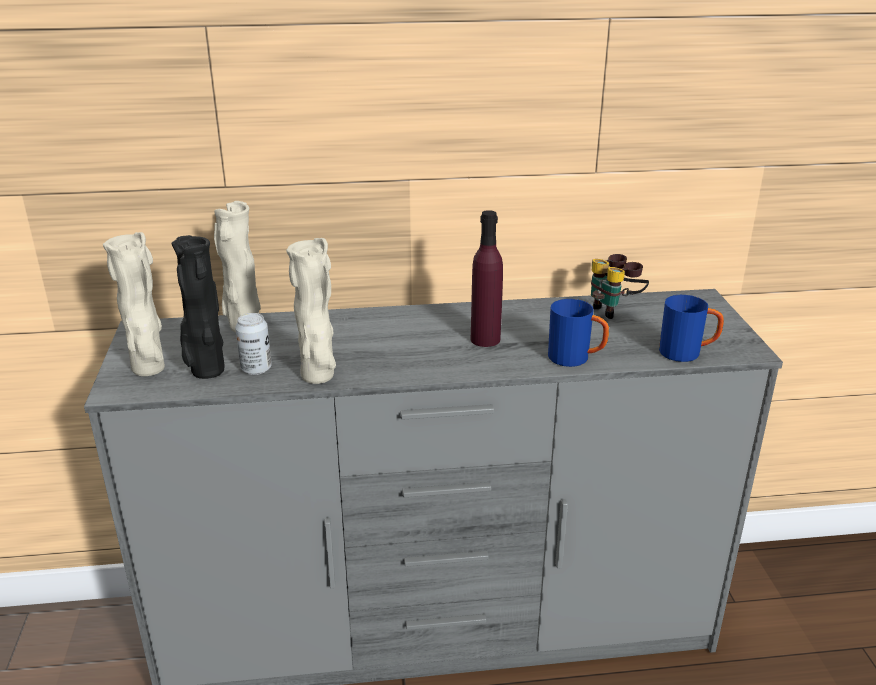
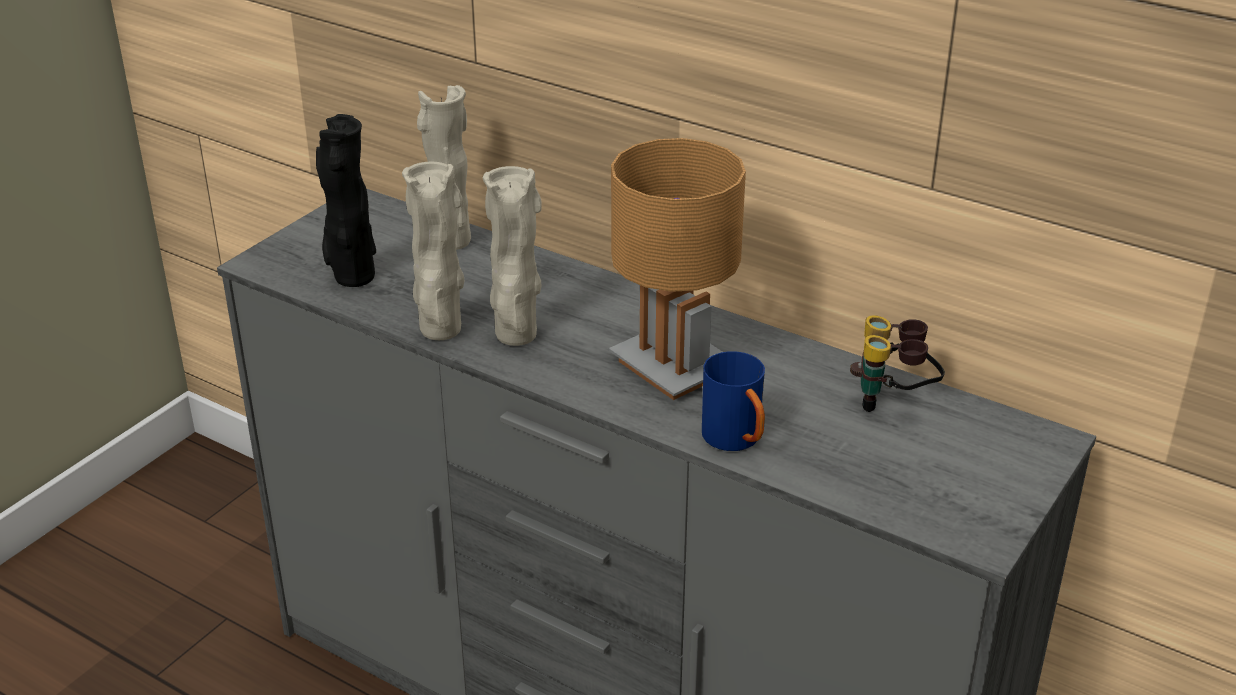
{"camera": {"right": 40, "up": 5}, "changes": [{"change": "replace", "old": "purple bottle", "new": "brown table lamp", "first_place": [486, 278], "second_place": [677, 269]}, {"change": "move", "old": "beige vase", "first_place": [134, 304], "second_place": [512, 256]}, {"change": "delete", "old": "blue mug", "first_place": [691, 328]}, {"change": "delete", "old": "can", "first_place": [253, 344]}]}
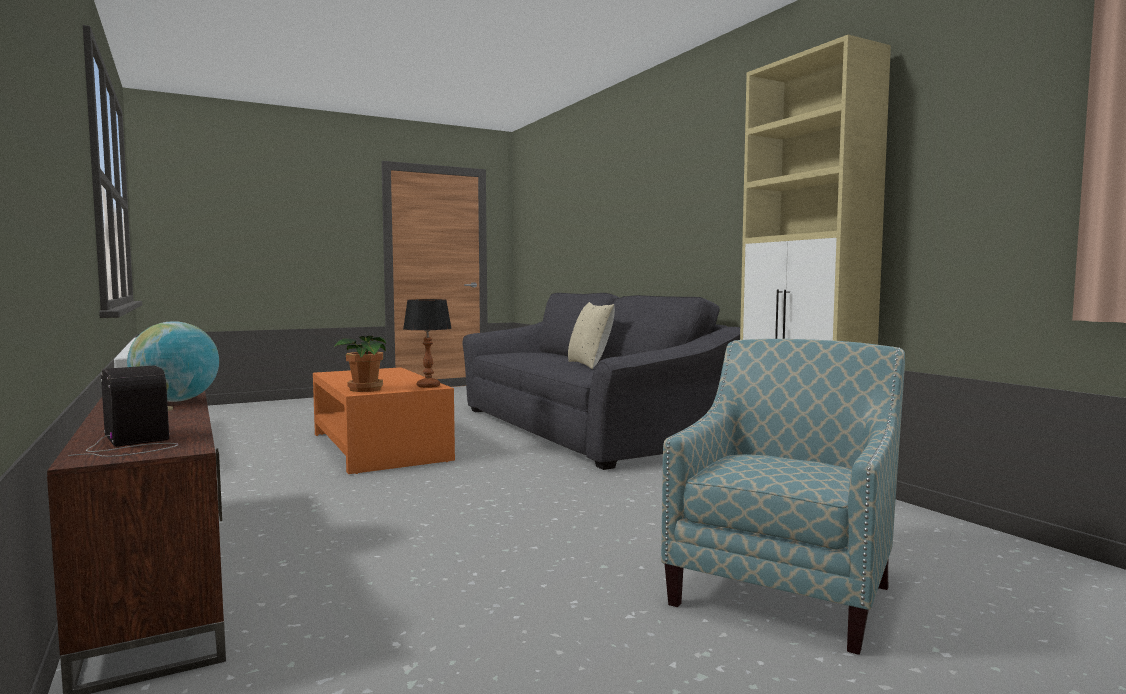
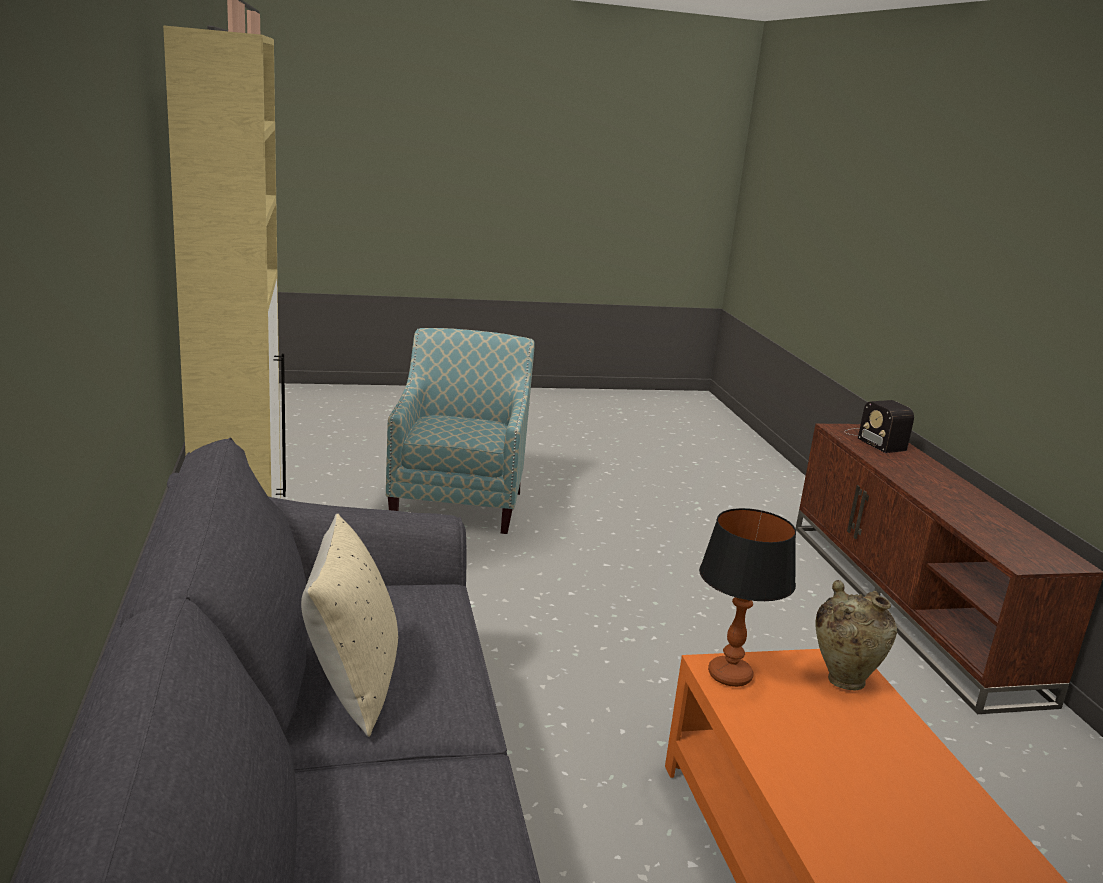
{"camera": {"right": -165, "up": 15}, "changes": [{"change": "delete", "old": "globe", "first_place": [173, 361]}, {"change": "replace", "old": "potted plant", "new": "beige vase", "first_place": [360, 364], "second_place": [856, 635]}, {"change": "rotate", "old": "armchair", "first_place": [783, 497], "second_place": [460, 431], "degrees": 135}]}
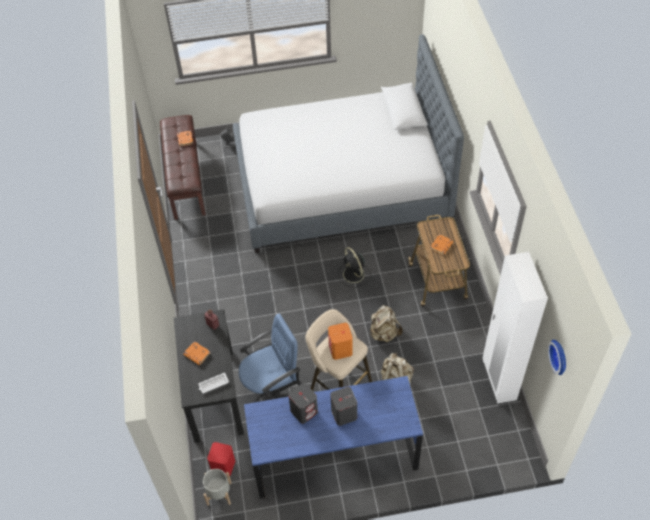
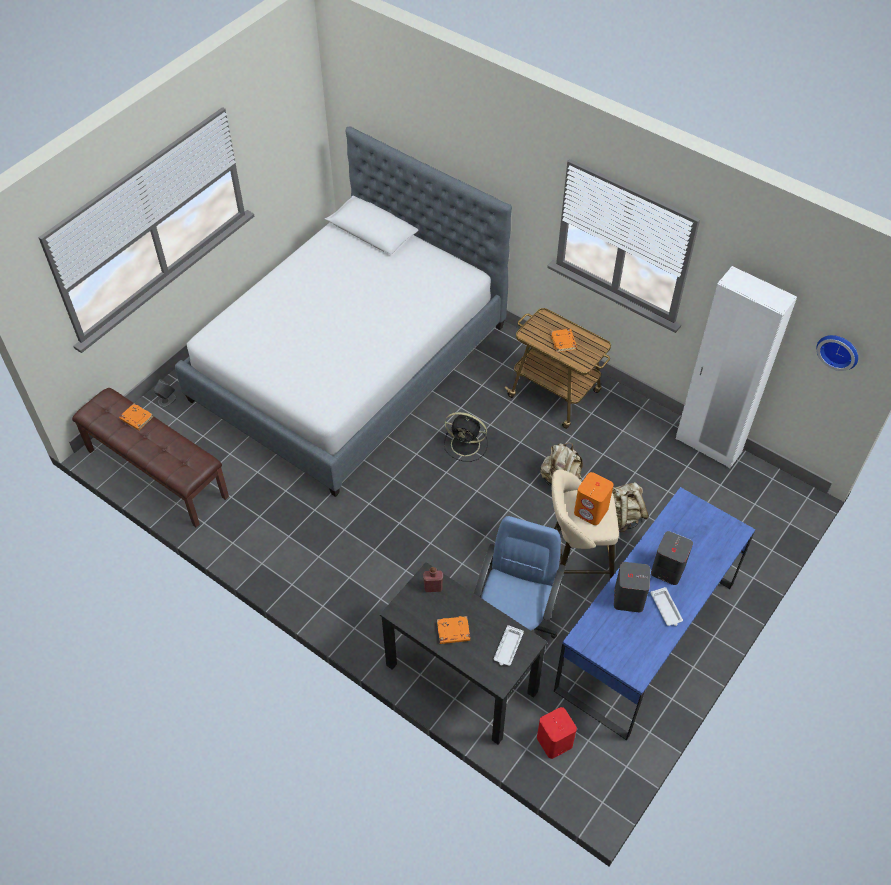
{"camera": {"right": -45, "up": 0}, "changes": [{"change": "delete", "old": "grey planter", "first_place": [217, 487]}, {"change": "insert", "new": "white tray", "second_place": [667, 606]}]}
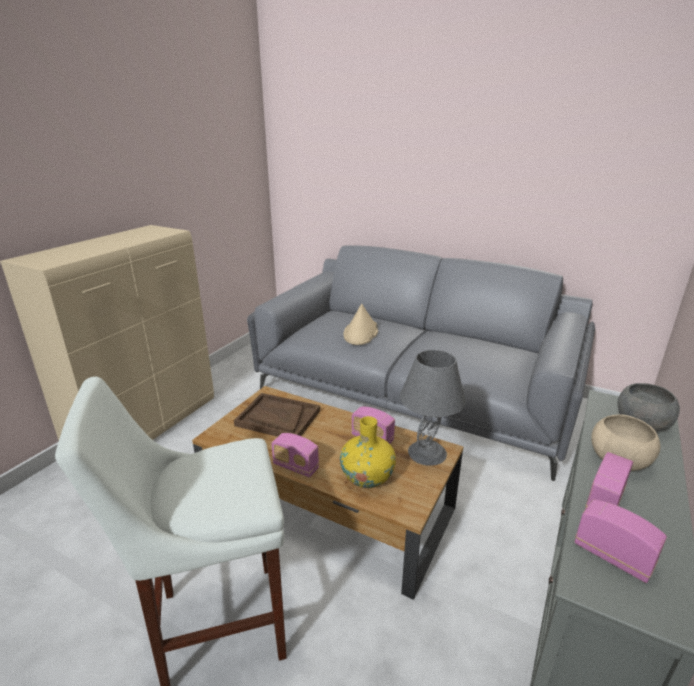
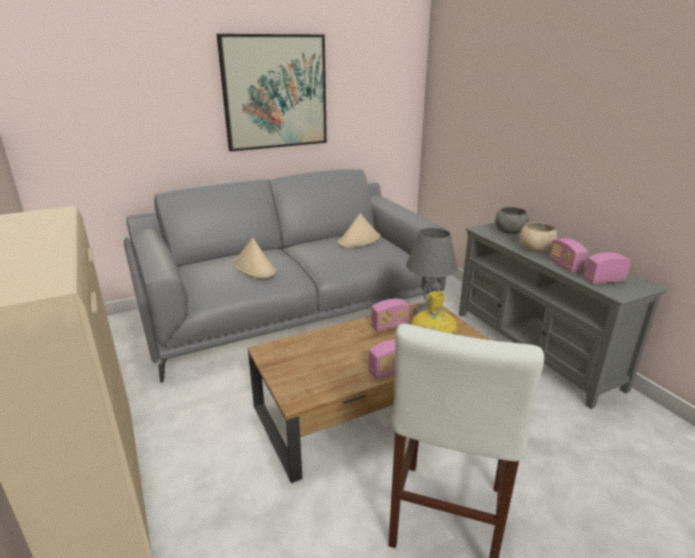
{"camera": {"right": -55, "up": 0}, "changes": [{"change": "delete", "old": "brown tray", "first_place": [277, 415]}, {"change": "insert", "new": "picture", "second_place": [272, 93]}, {"change": "insert", "new": "beige hat", "second_place": [359, 230]}]}
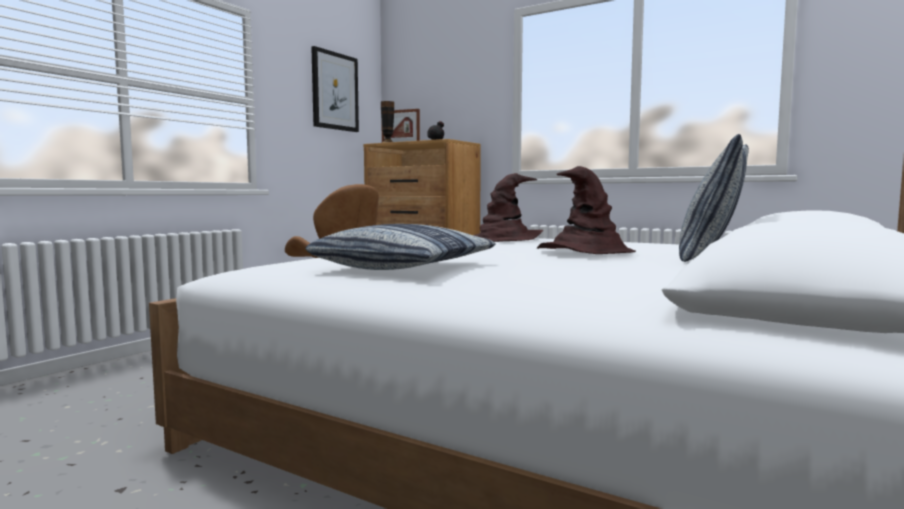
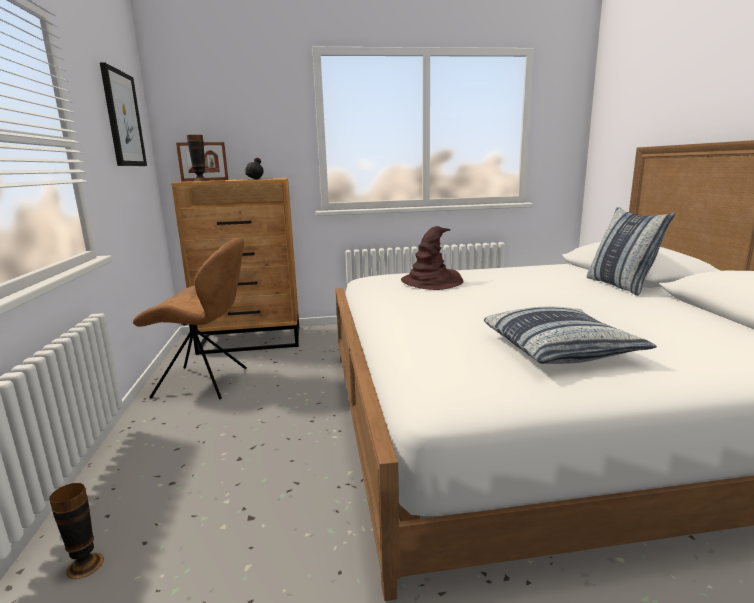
{"camera": {"right": -40, "up": 10}, "changes": [{"change": "delete", "old": "brown hat", "first_place": [586, 210]}, {"change": "insert", "new": "vase", "second_place": [76, 531]}]}
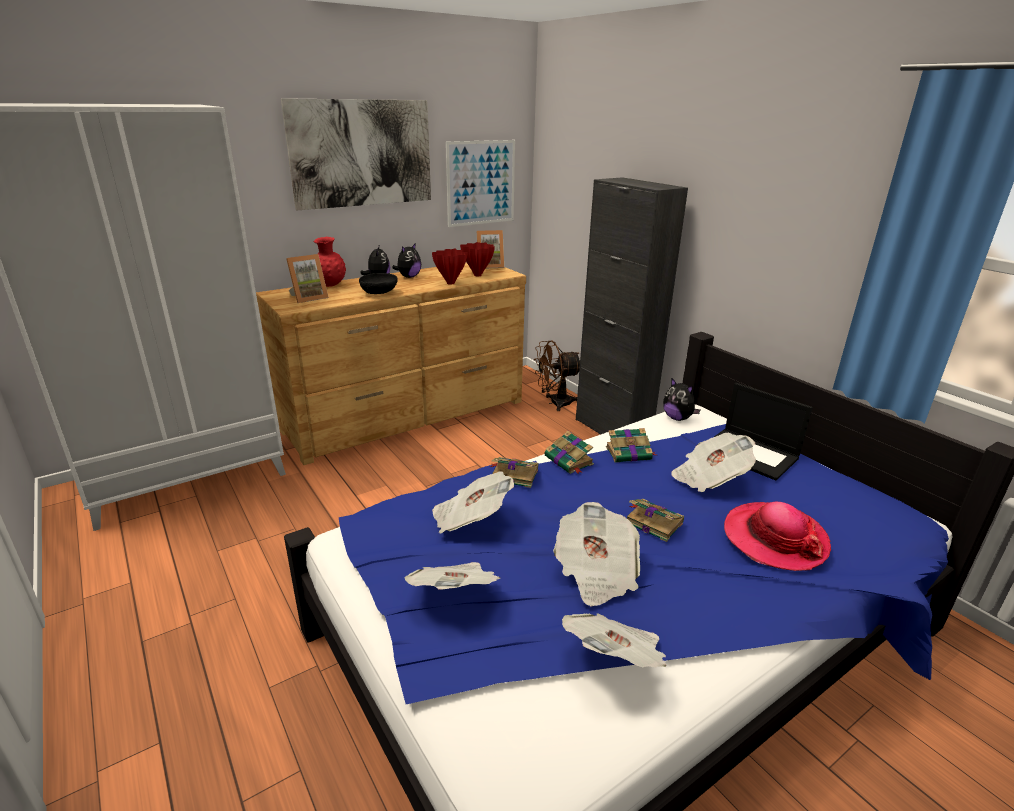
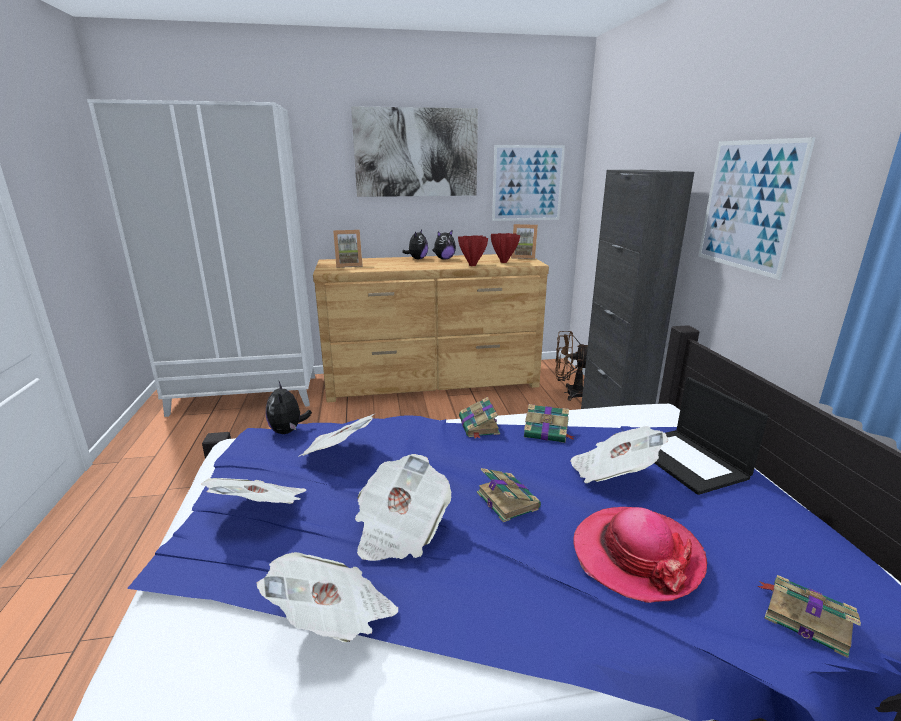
{"camera": {"right": 25, "up": -5}, "changes": [{"change": "delete", "old": "red vase", "first_place": [329, 262]}, {"change": "delete", "old": "black bowl", "first_place": [378, 283]}, {"change": "move", "old": "plush toy", "first_place": [681, 400], "second_place": [289, 408]}, {"change": "move", "old": "book", "first_place": [513, 472], "second_place": [809, 616]}, {"change": "insert", "new": "picture", "second_place": [757, 208]}]}
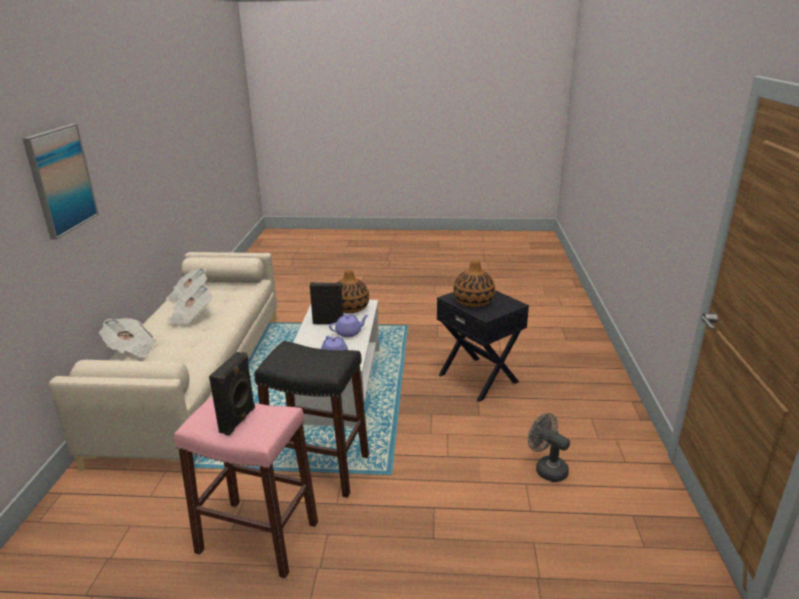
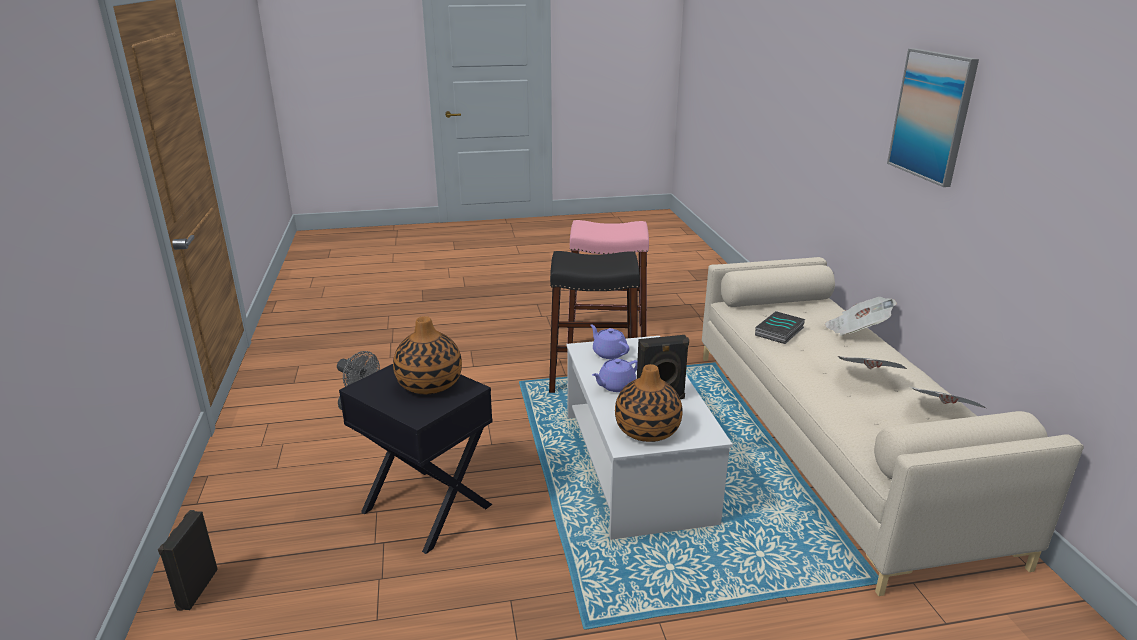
{"camera": {"right": 165, "up": 0}, "changes": [{"change": "move", "old": "black speaker", "first_place": [232, 394], "second_place": [188, 560]}, {"change": "insert", "new": "book", "second_place": [780, 327]}]}
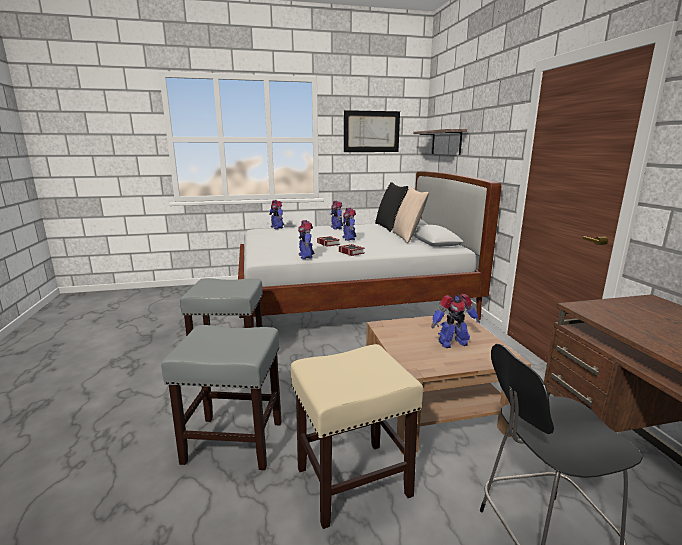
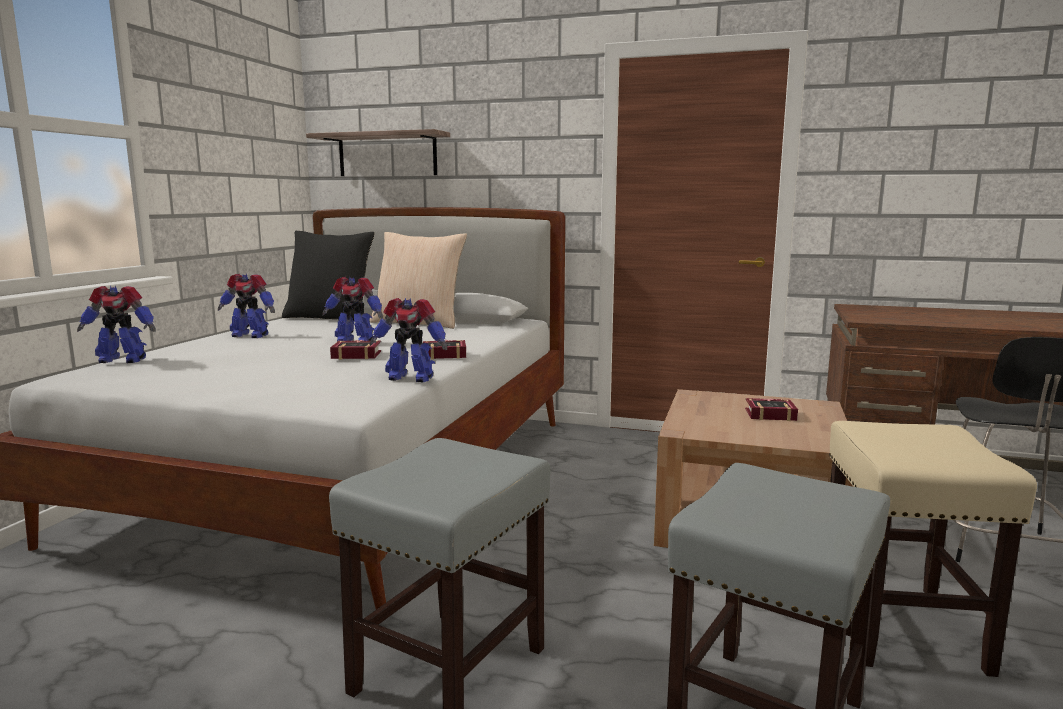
{"camera": {"right": -60, "up": -5}, "changes": [{"change": "delete", "old": "picture", "first_place": [372, 131]}, {"change": "replace", "old": "toy robot", "new": "book", "first_place": [455, 321], "second_place": [771, 409]}]}
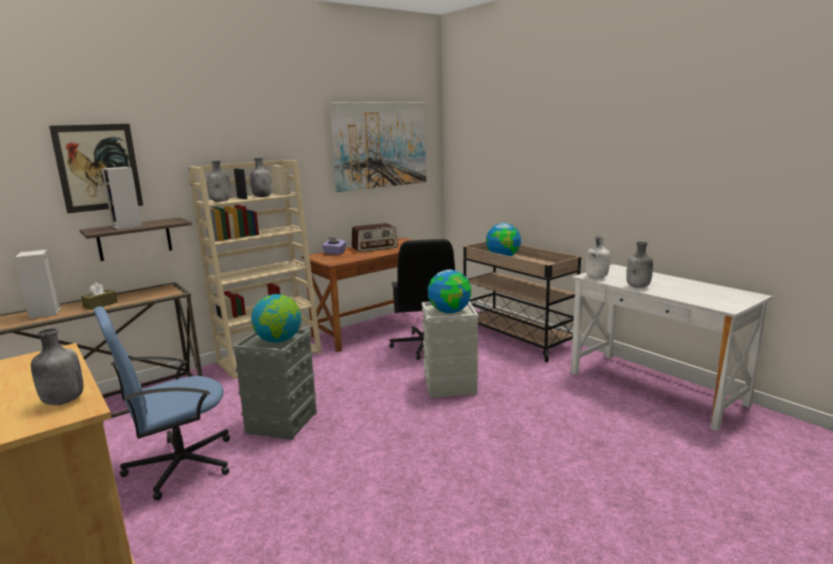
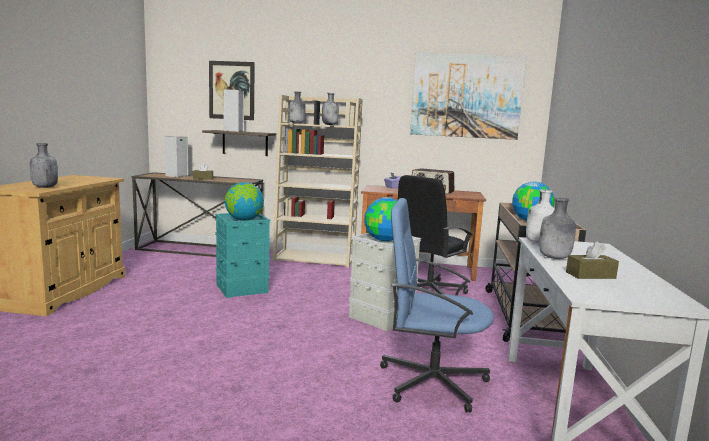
{"camera": {"right": 45, "up": -5}, "changes": [{"change": "move", "old": "blue office chair", "first_place": [161, 403], "second_place": [437, 305]}, {"change": "recolor", "old": "grey storage box", "new": "turquoise storage box", "first_place": [274, 384], "second_place": [242, 255]}, {"change": "insert", "new": "brown tissue box", "second_place": [592, 260]}]}
